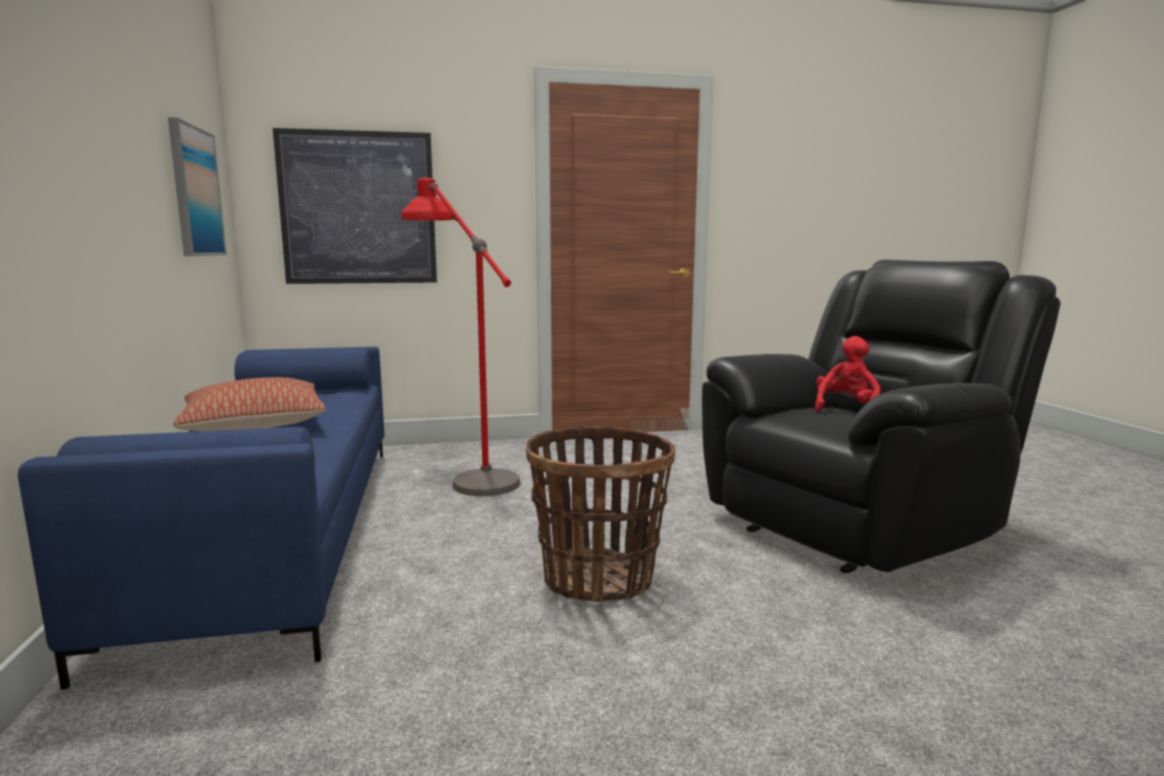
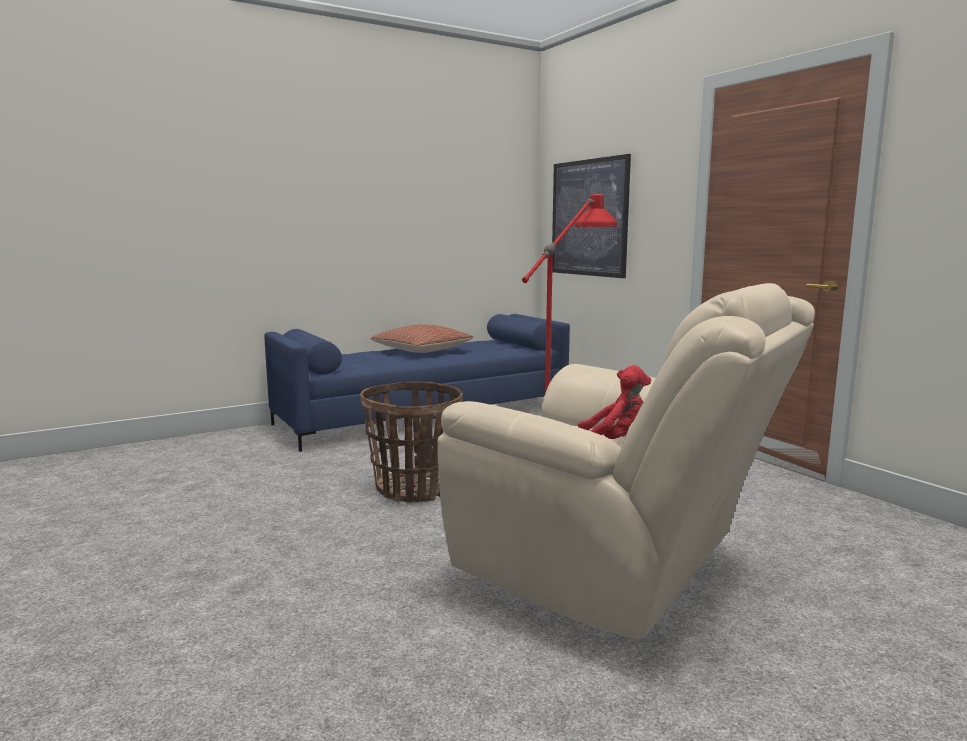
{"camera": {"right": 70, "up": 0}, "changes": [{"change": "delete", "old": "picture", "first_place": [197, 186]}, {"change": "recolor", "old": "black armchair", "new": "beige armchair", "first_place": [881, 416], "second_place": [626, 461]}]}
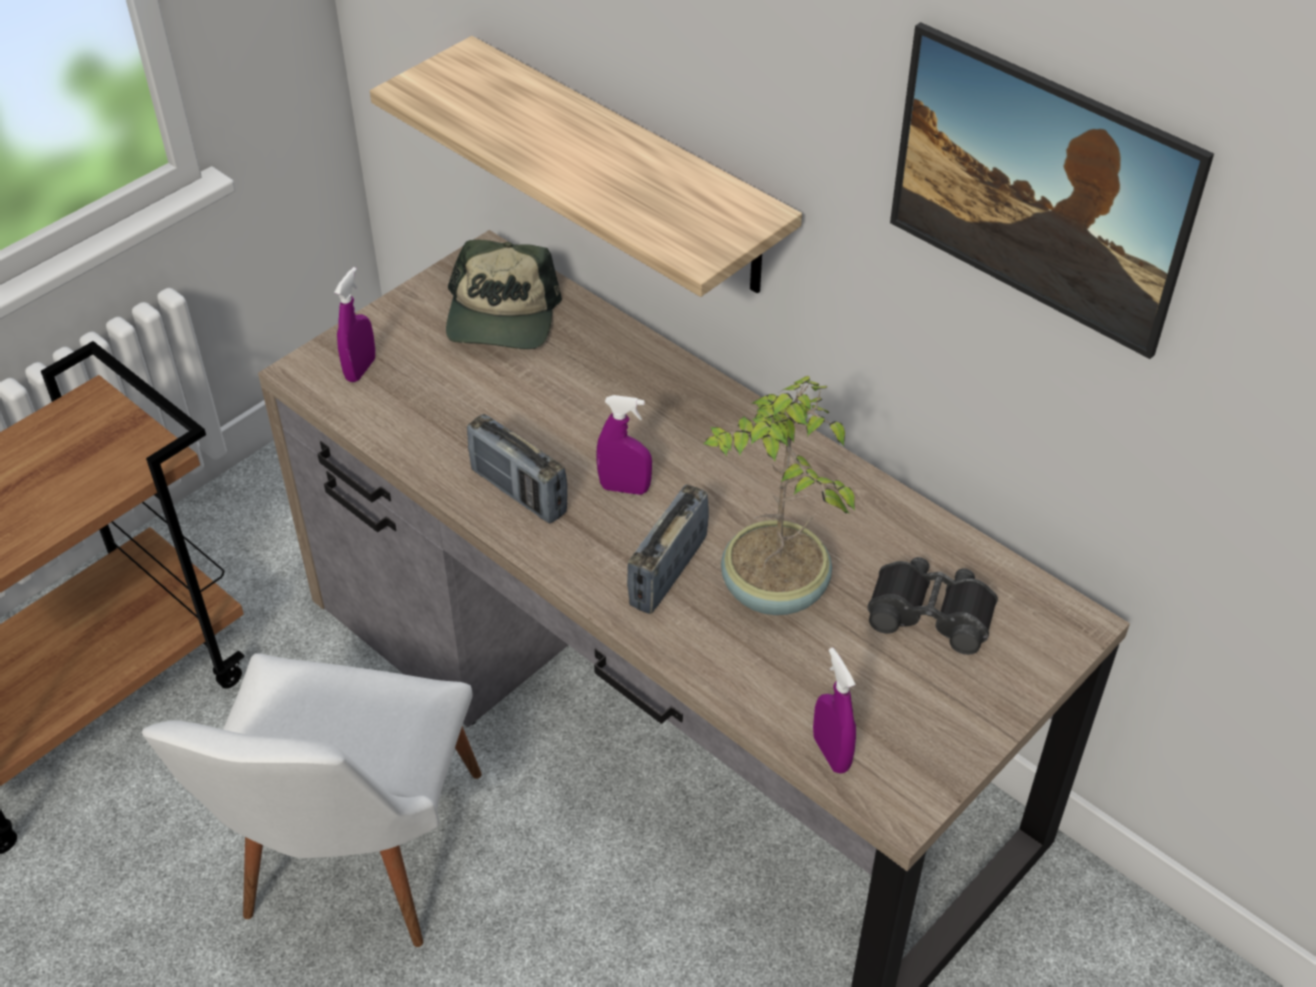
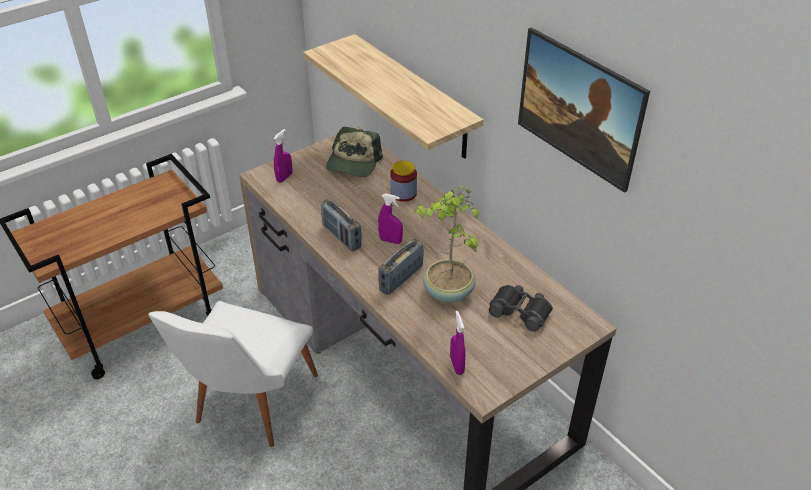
{"camera": {"right": 10, "up": -5}, "changes": [{"change": "insert", "new": "jar", "second_place": [403, 181]}]}
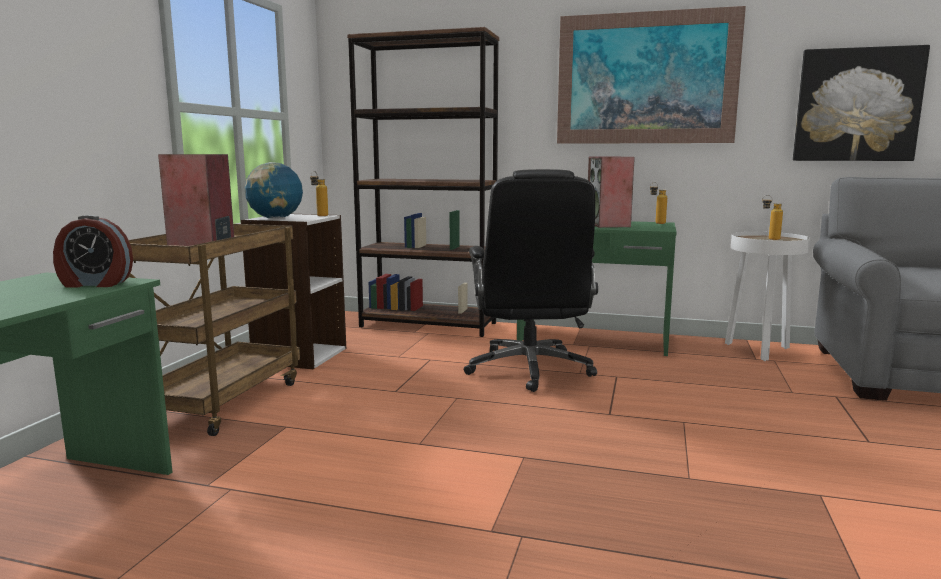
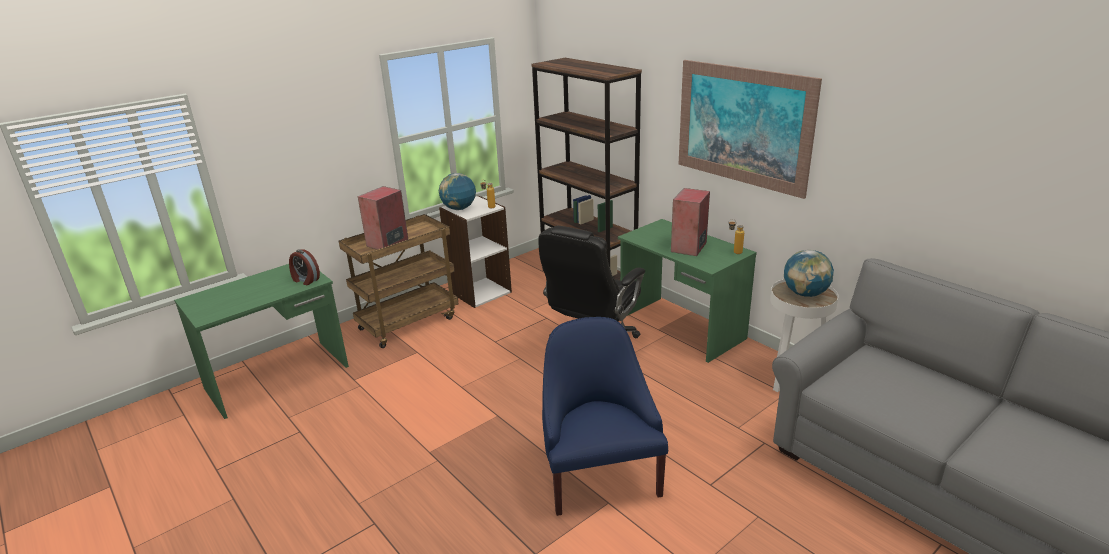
{"camera": {"right": 35, "up": 15}, "changes": [{"change": "delete", "old": "picture", "first_place": [861, 103]}, {"change": "replace", "old": "bottle", "new": "globe", "first_place": [772, 217], "second_place": [809, 273]}, {"change": "insert", "new": "blue armchair", "second_place": [605, 416]}]}
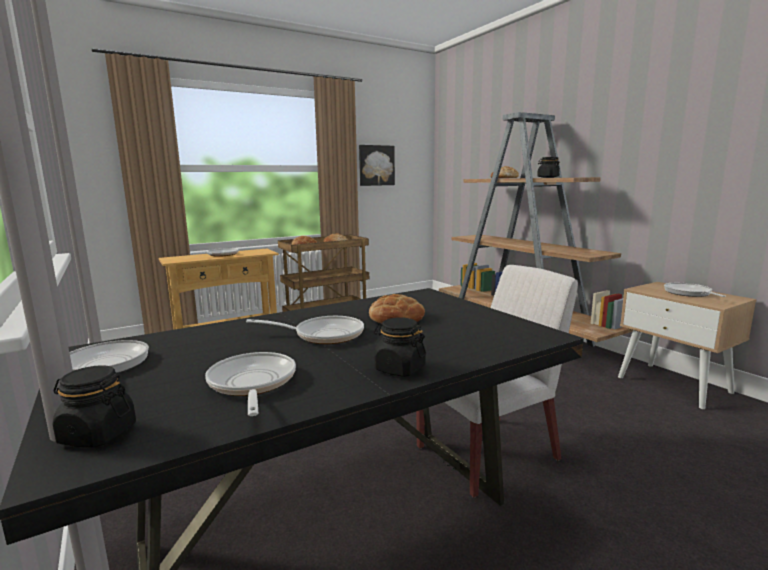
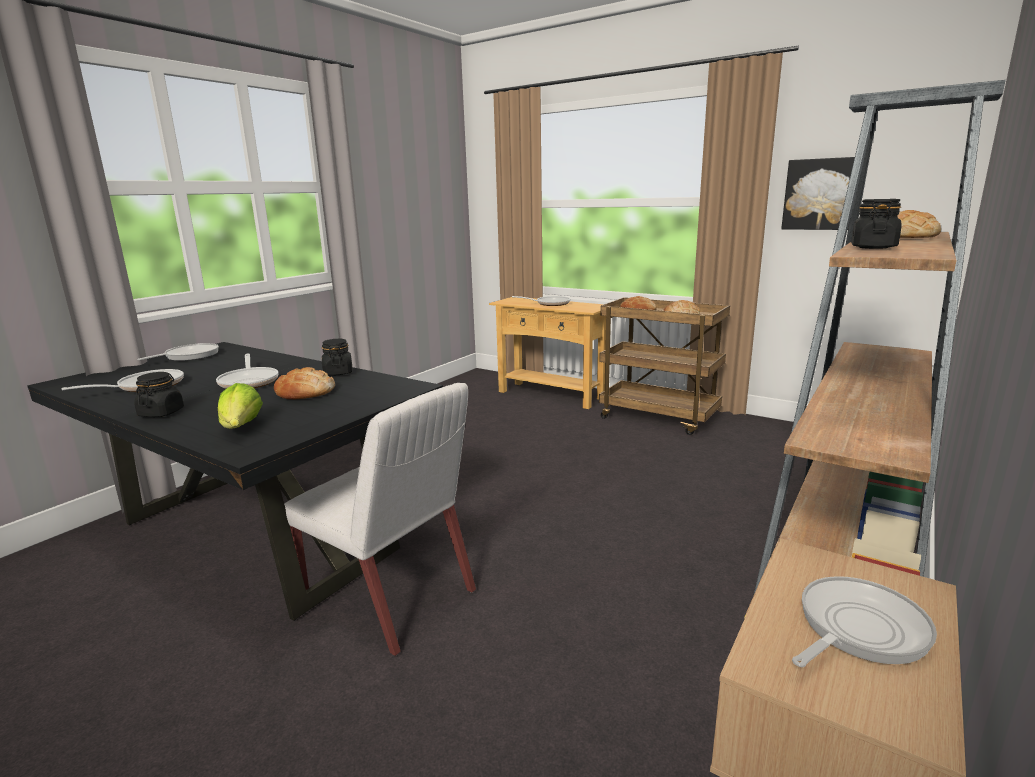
{"camera": {"right": 65, "up": 5}, "changes": [{"change": "move", "old": "black jar", "first_place": [94, 406], "second_place": [337, 357]}, {"change": "insert", "new": "lettuce", "second_place": [240, 406]}]}
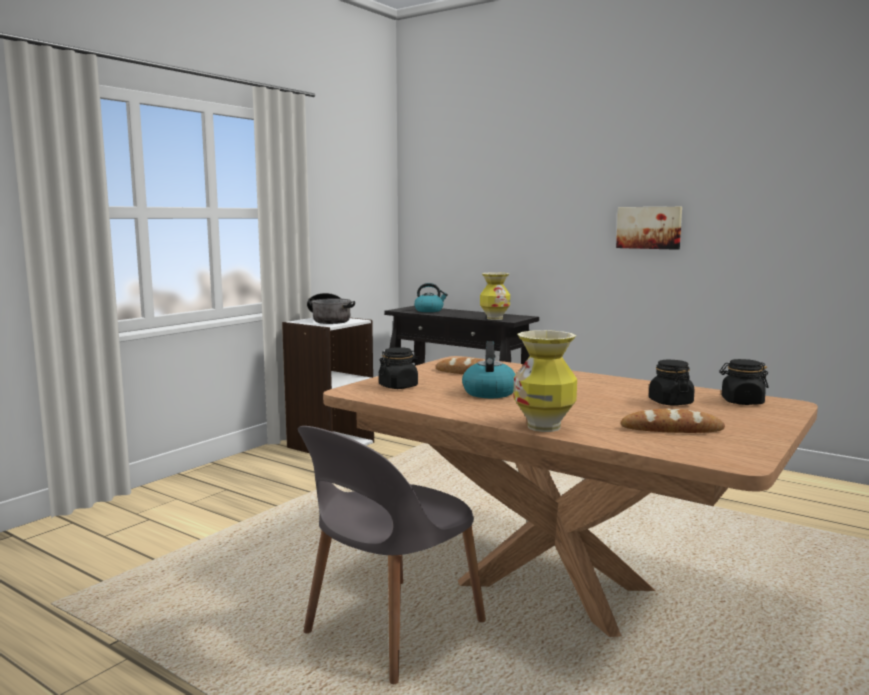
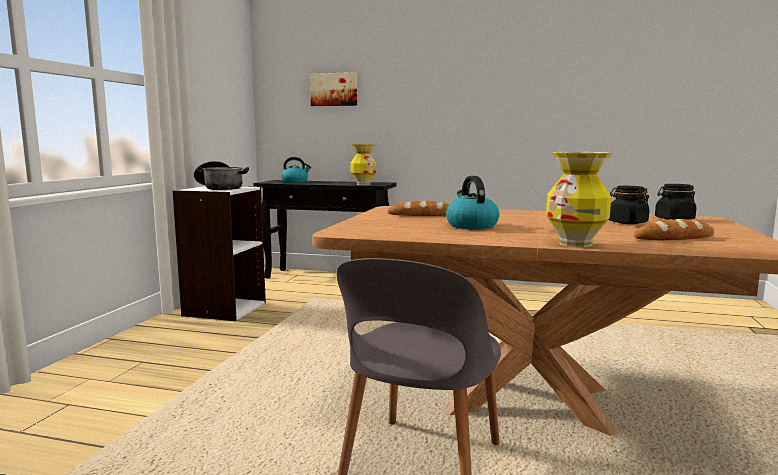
{"camera": {"right": -20, "up": 0}, "changes": [{"change": "move", "old": "picture", "first_place": [649, 228], "second_place": [333, 89]}, {"change": "delete", "old": "black jar", "first_place": [398, 368]}]}
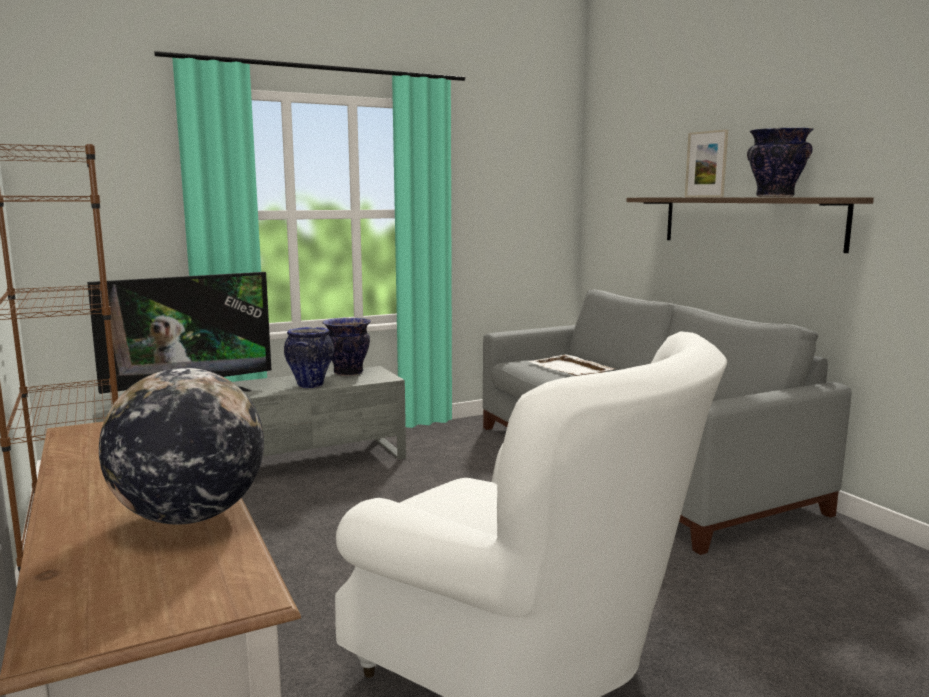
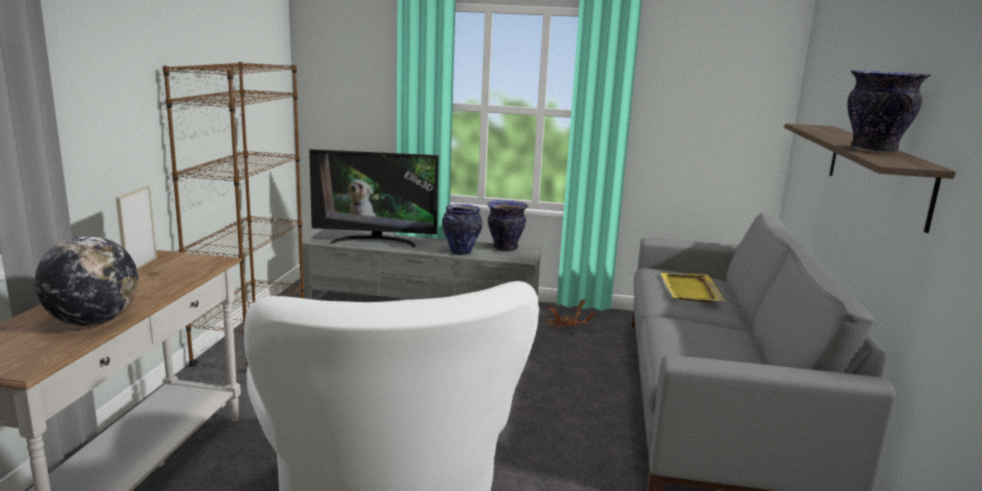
{"camera": {"right": 35, "up": 5}, "changes": [{"change": "move", "old": "picture frame", "first_place": [706, 163], "second_place": [136, 227]}, {"change": "recolor", "old": "white tray", "new": "yellow tray", "first_place": [571, 365], "second_place": [693, 287]}, {"change": "insert", "new": "potted plant", "second_place": [570, 313]}]}
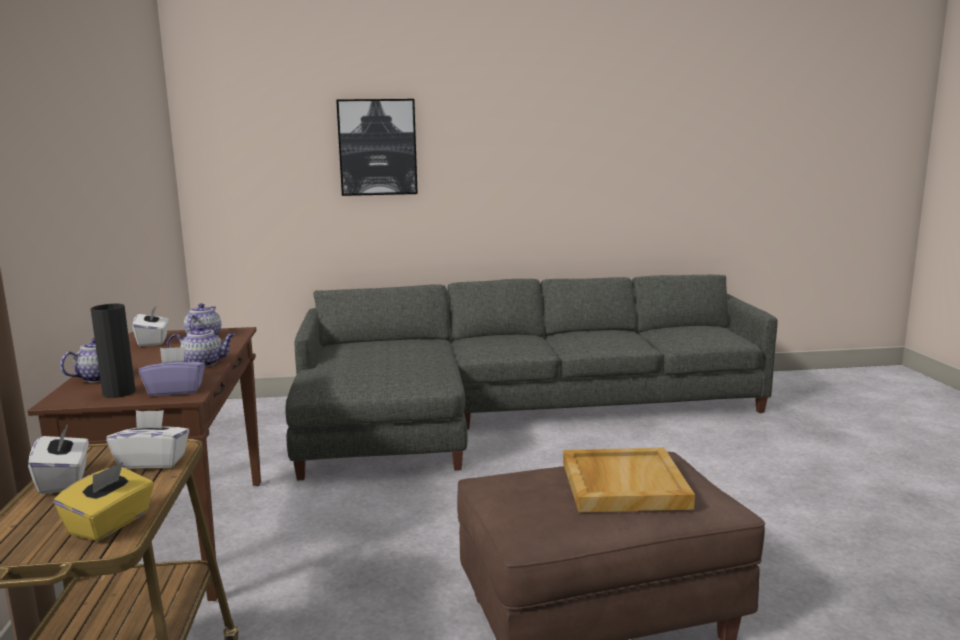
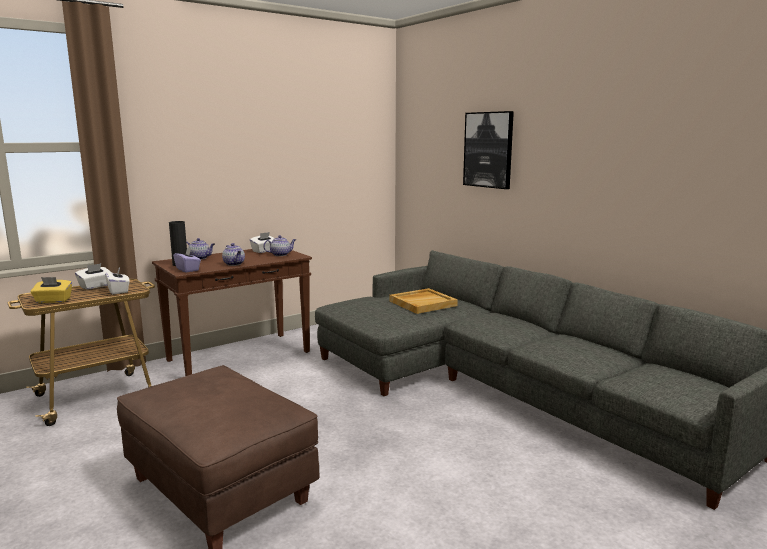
{"camera": {"right": 60, "up": 0}, "changes": [{"change": "move", "old": "beige tray", "first_place": [629, 480], "second_place": [424, 301]}]}
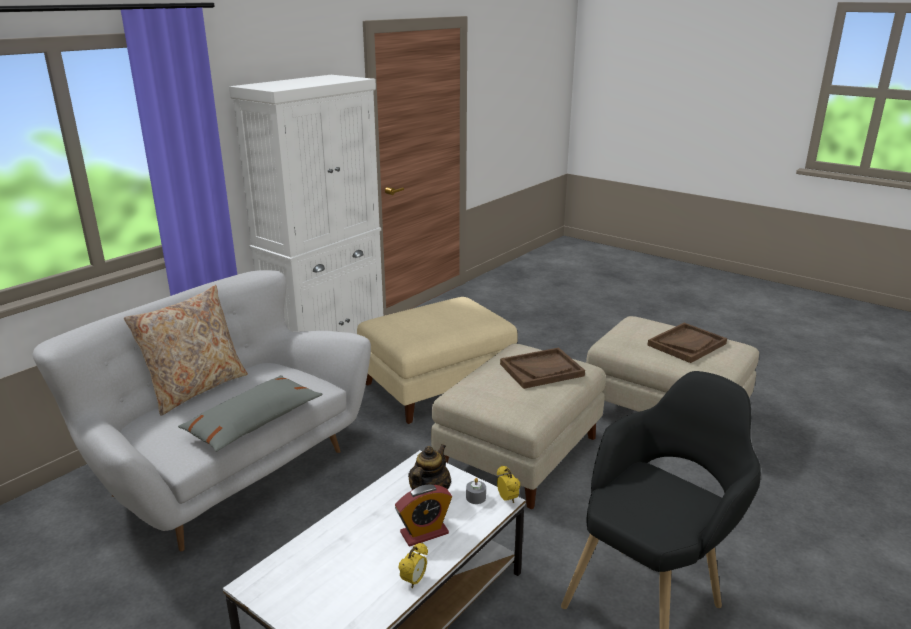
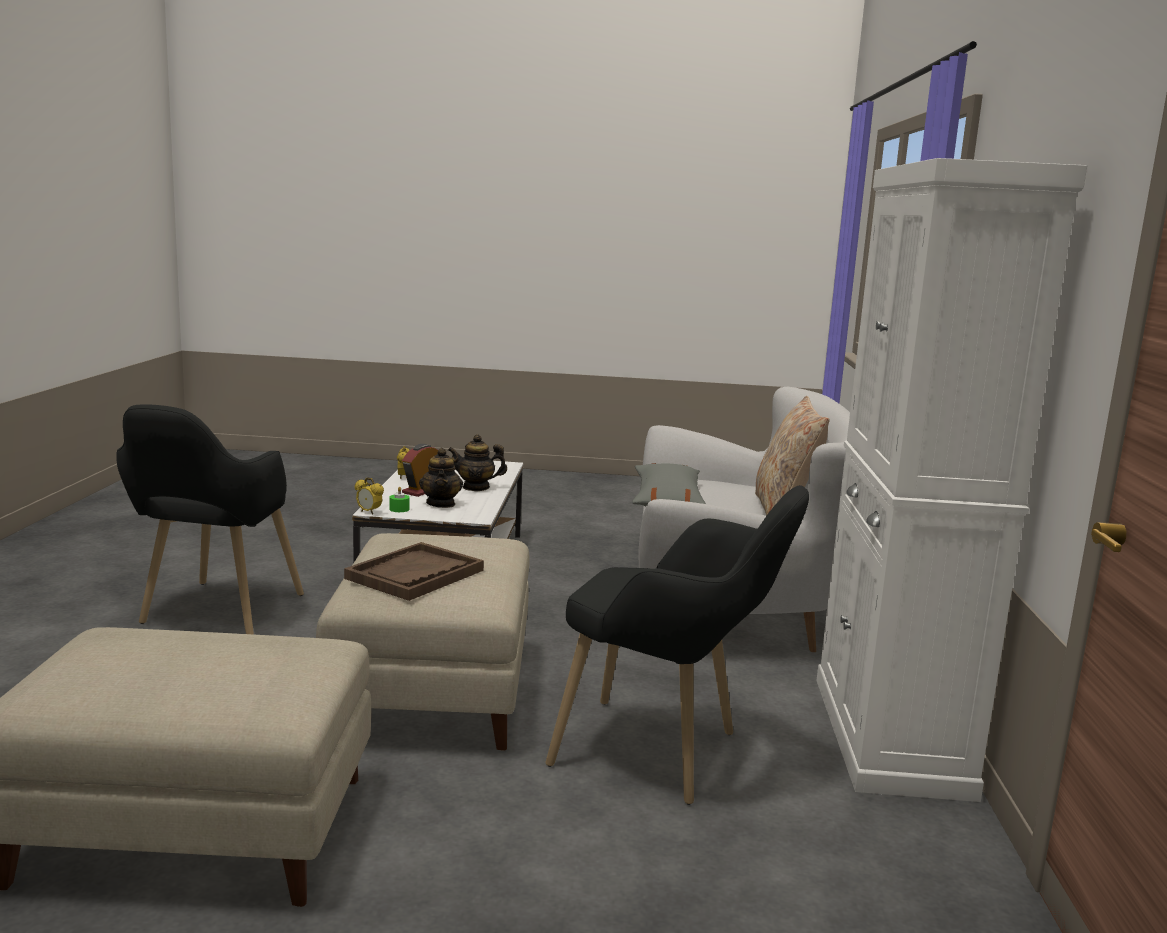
{"camera": {"right": 145, "up": -10}, "changes": [{"change": "replace", "old": "beige ottoman", "new": "black armchair", "first_place": [437, 360], "second_place": [677, 645]}, {"change": "delete", "old": "brown tray", "first_place": [687, 343]}, {"change": "recolor", "old": "grey candle", "new": "green candle", "first_place": [476, 491], "second_place": [400, 499]}, {"change": "insert", "new": "teapot", "second_place": [477, 462]}]}
